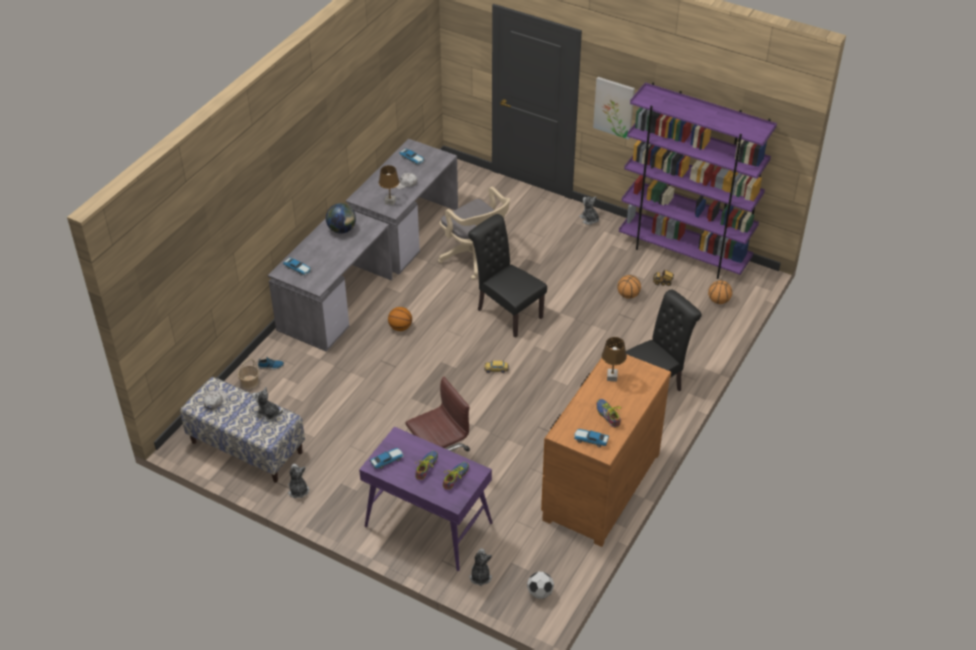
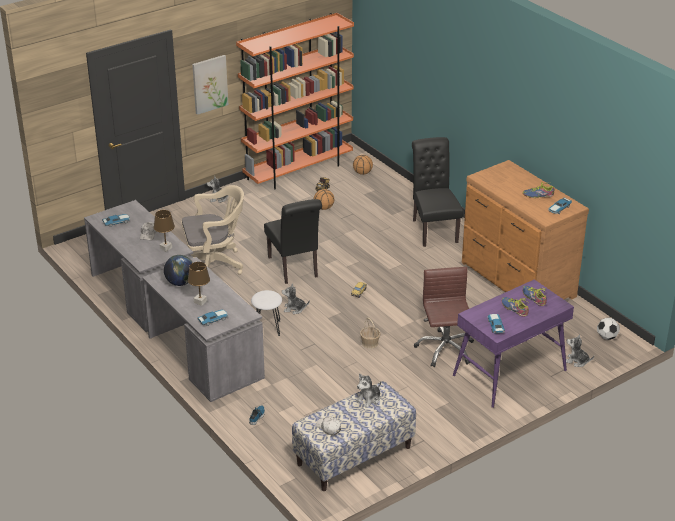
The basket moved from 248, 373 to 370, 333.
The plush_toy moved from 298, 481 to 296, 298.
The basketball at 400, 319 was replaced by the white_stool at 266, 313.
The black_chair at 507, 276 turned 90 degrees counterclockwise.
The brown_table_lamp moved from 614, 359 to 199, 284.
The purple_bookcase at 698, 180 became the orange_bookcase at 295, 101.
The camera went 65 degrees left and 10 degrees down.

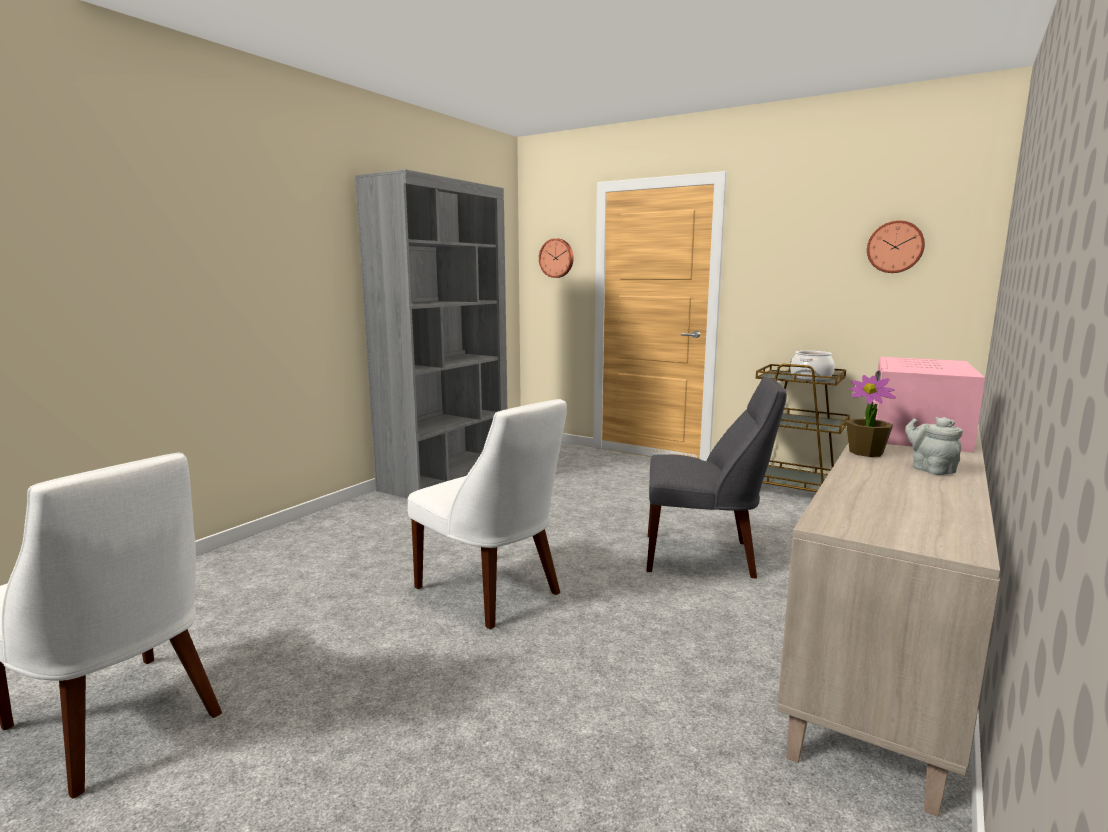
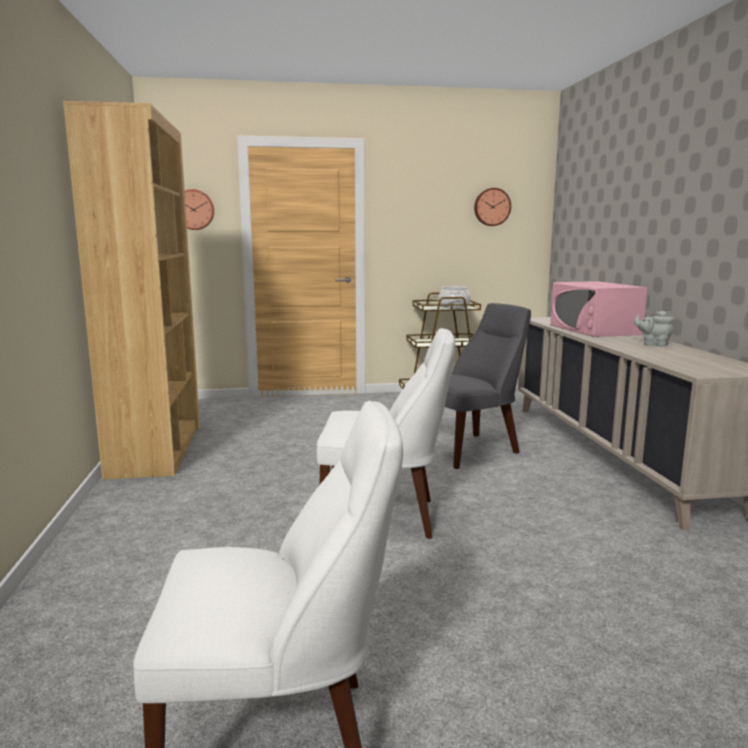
The grey_bookcase at 431, 334 became the brown_bookcase at 131, 290.
The potted_plant at 871, 416 disappeared.
The camera went 40 degrees left and 0 degrees up.

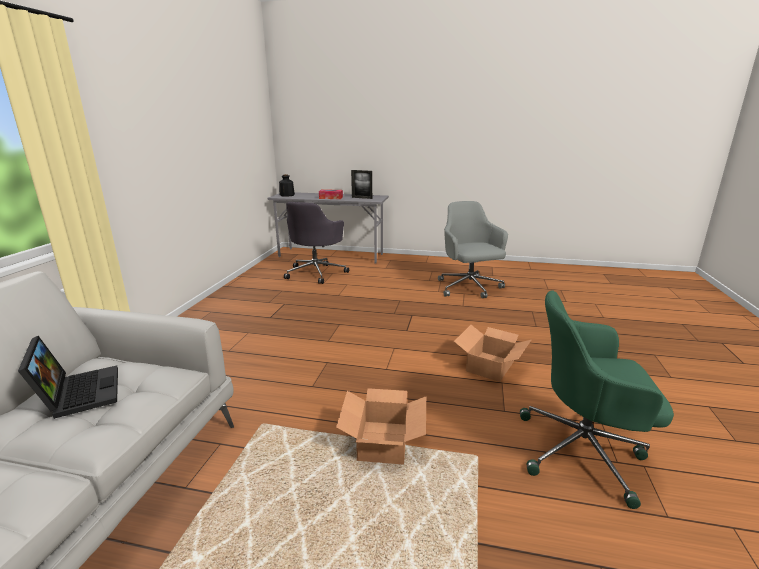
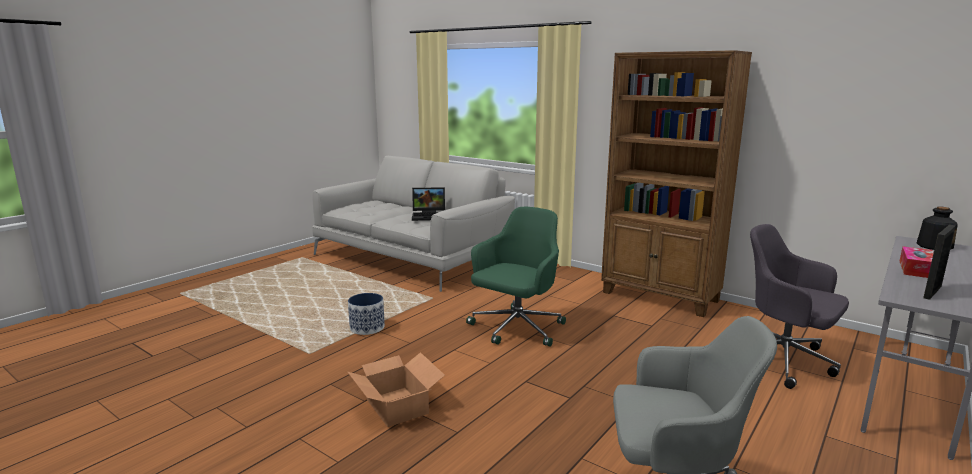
The cardboard_box at 381, 426 was replaced by the planter at 366, 314.
The green_office_chair moved from 597, 399 to 516, 277.
The brown_bookcase at 676, 183 appeared.
The camera went 115 degrees right and 5 degrees down.

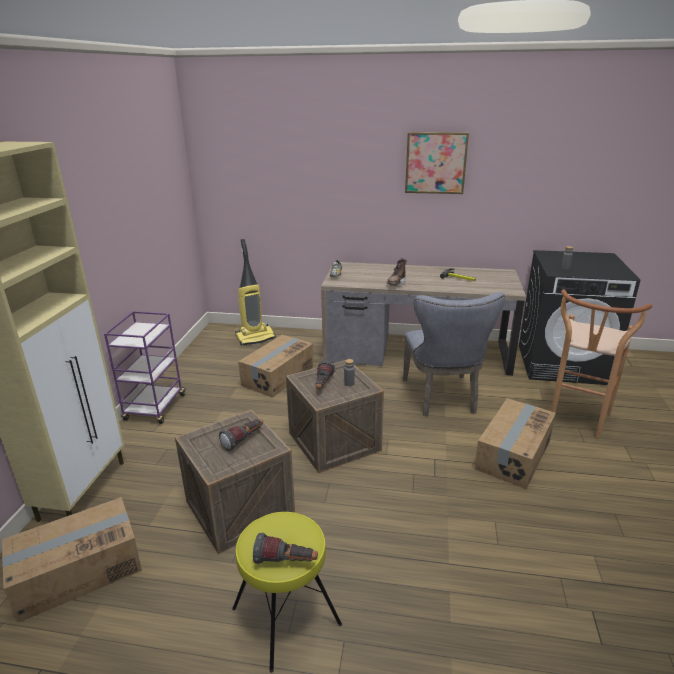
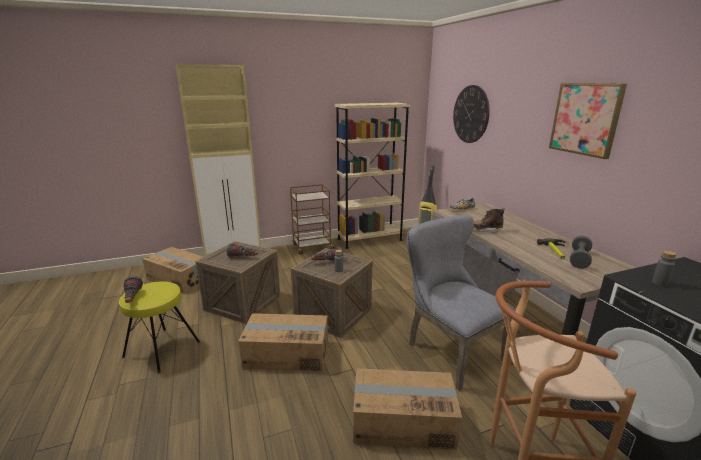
The purple_cart at 145, 367 became the brown_cart at 313, 219.
The cardboard_box moved from 276, 366 to 283, 342.
The grey_chair at 454, 354 turned 90 degrees clockwise.
The beige_bookcase at 373, 176 appeared.
The wall_clock at 471, 114 appeared.
The grey_dumbbell at 581, 252 appeared.
The camera went 60 degrees right and 5 degrees down.

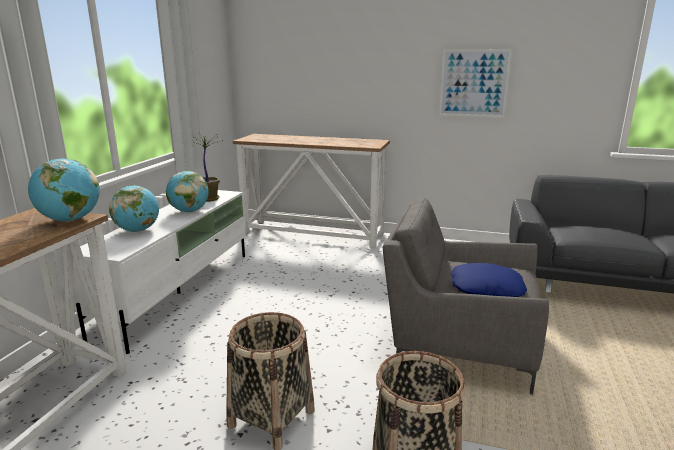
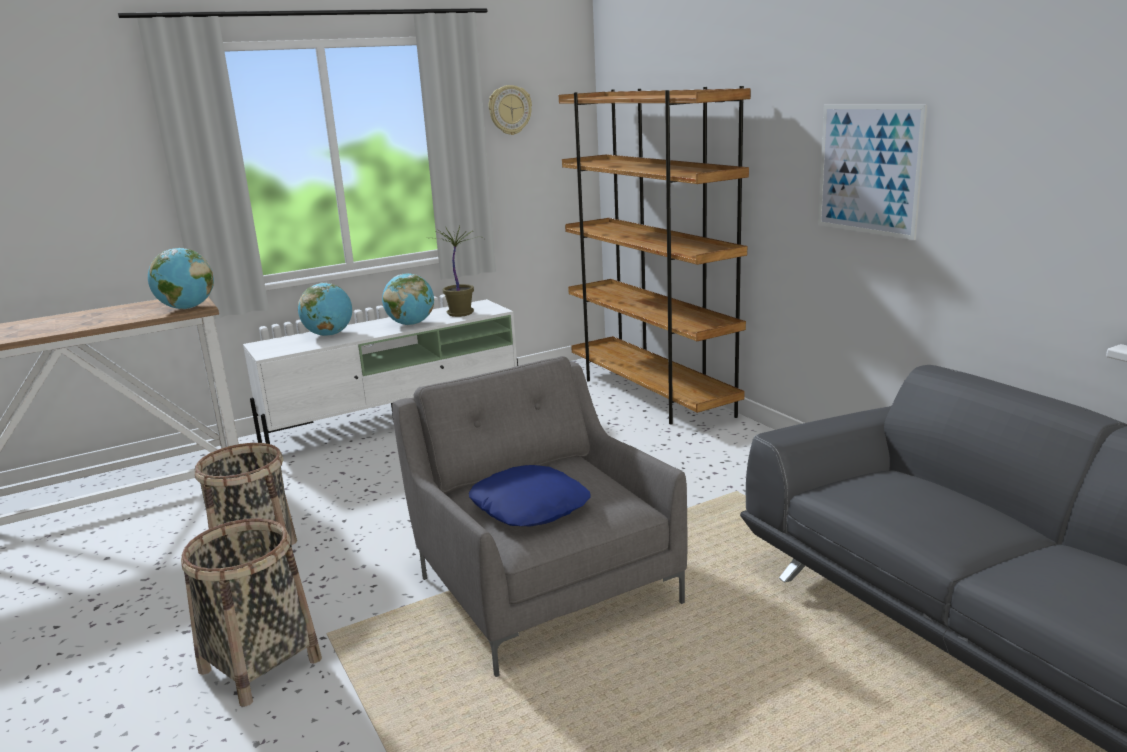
The console_table at 311, 191 was replaced by the brown_bookcase at 655, 255.
The wall_clock at 510, 110 appeared.
The camera went 45 degrees right and 0 degrees up.

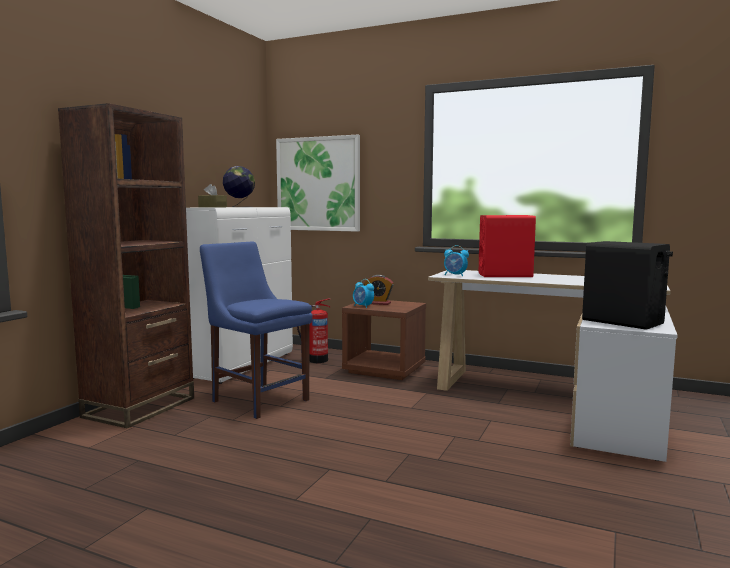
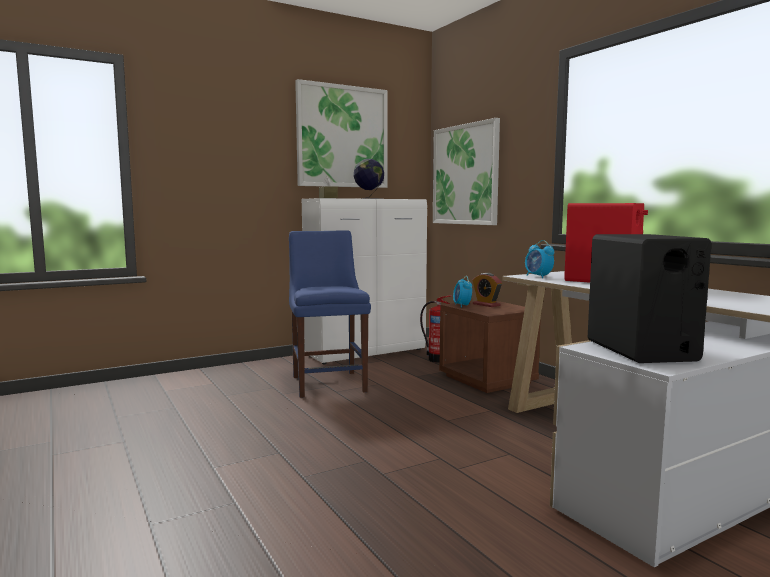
The brown_bookcase at 126, 265 disappeared.
The picture at 341, 133 appeared.
The camera went 35 degrees right and 0 degrees up.

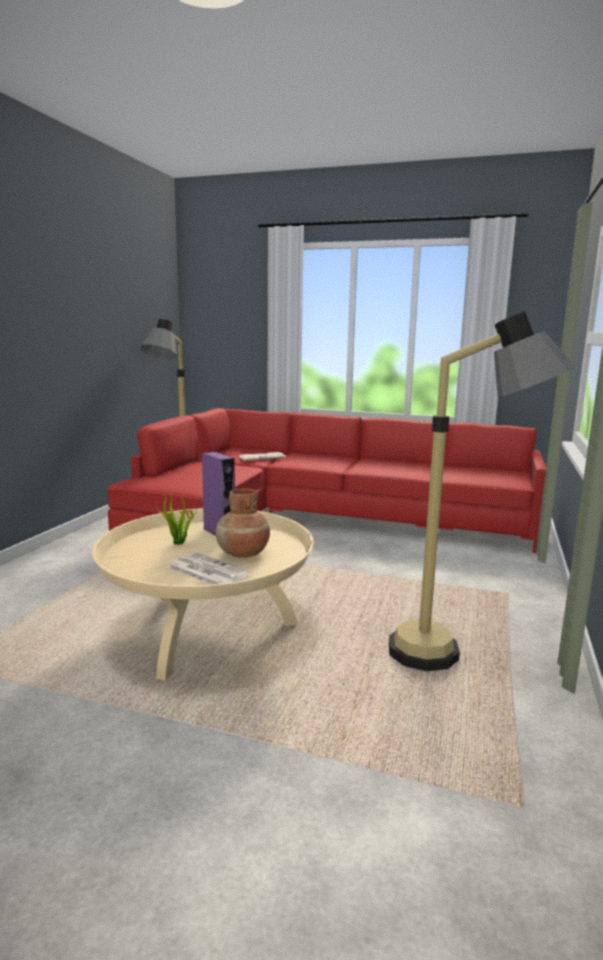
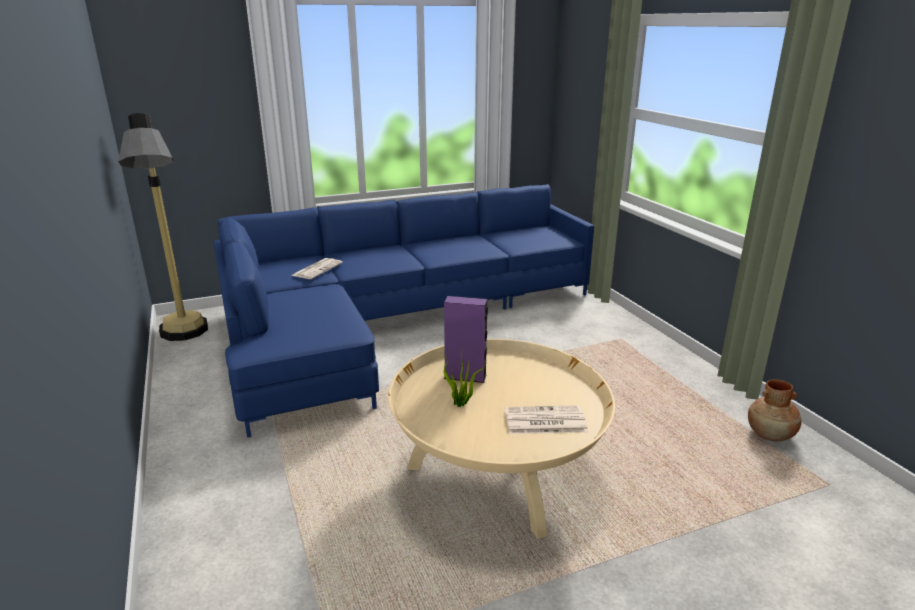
The red_sofa at 326, 480 became the blue_sofa at 403, 311.
The brown_vase moved from 243, 523 to 774, 410.
The floor_lamp at 482, 491 disappeared.
The camera went 40 degrees left and 10 degrees up.

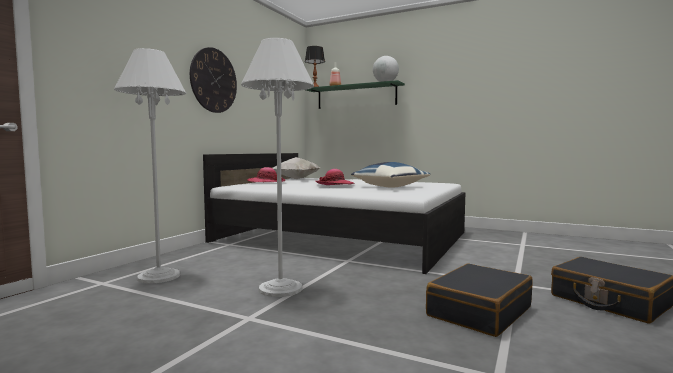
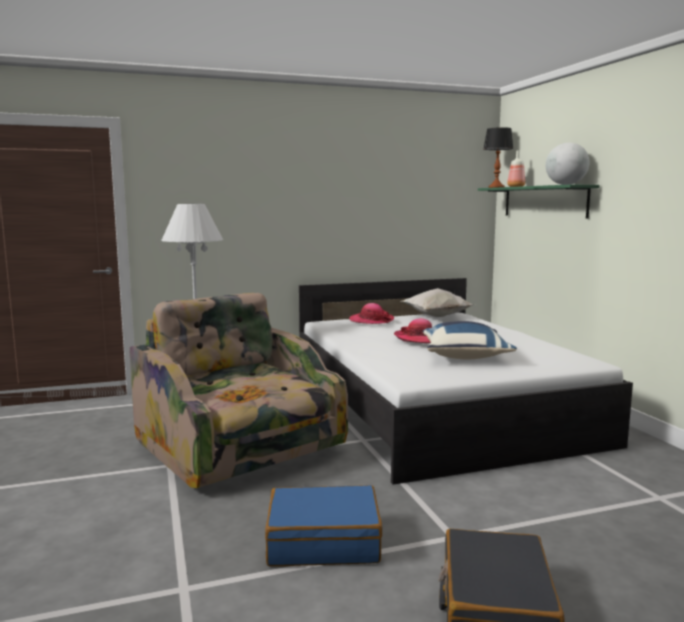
The wall_clock at 213, 80 disappeared.
The white_floor_lamp at 277, 167 was replaced by the armchair at 239, 390.
The black_suitcase at 479, 300 became the blue_suitcase at 323, 525.
The camera went 45 degrees right and 5 degrees up.

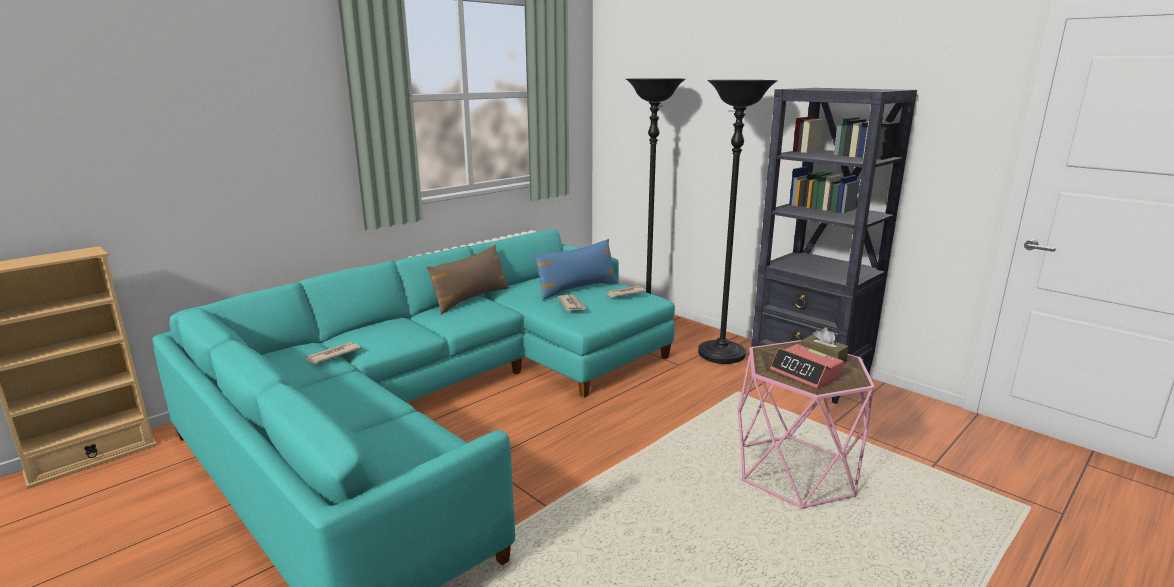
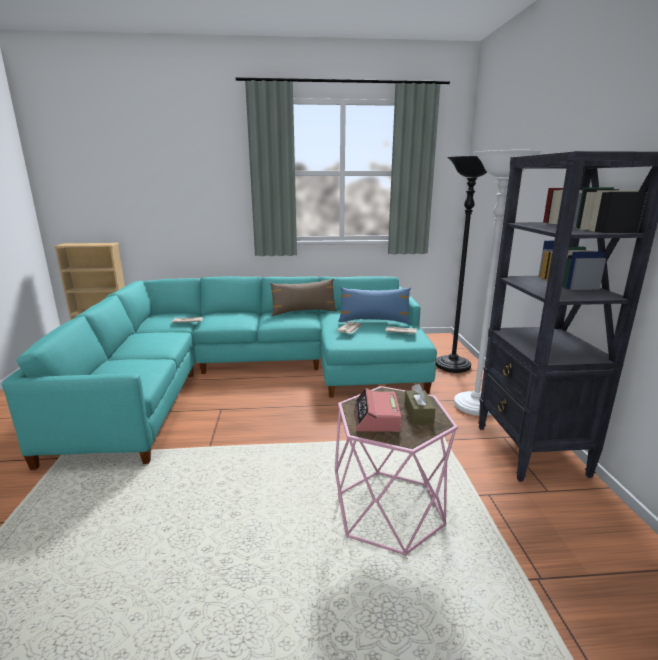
The black_floor_lamp at 738, 222 became the white_floor_lamp at 498, 283.
The camera went 40 degrees right and 0 degrees up.

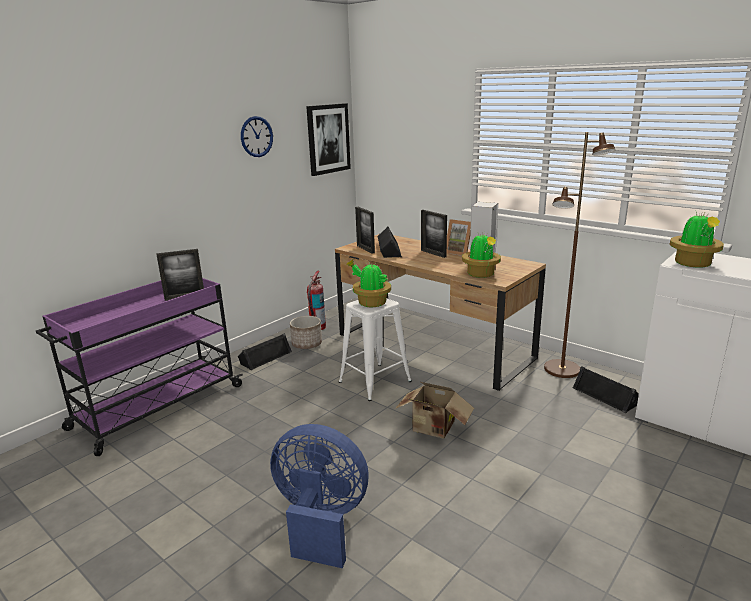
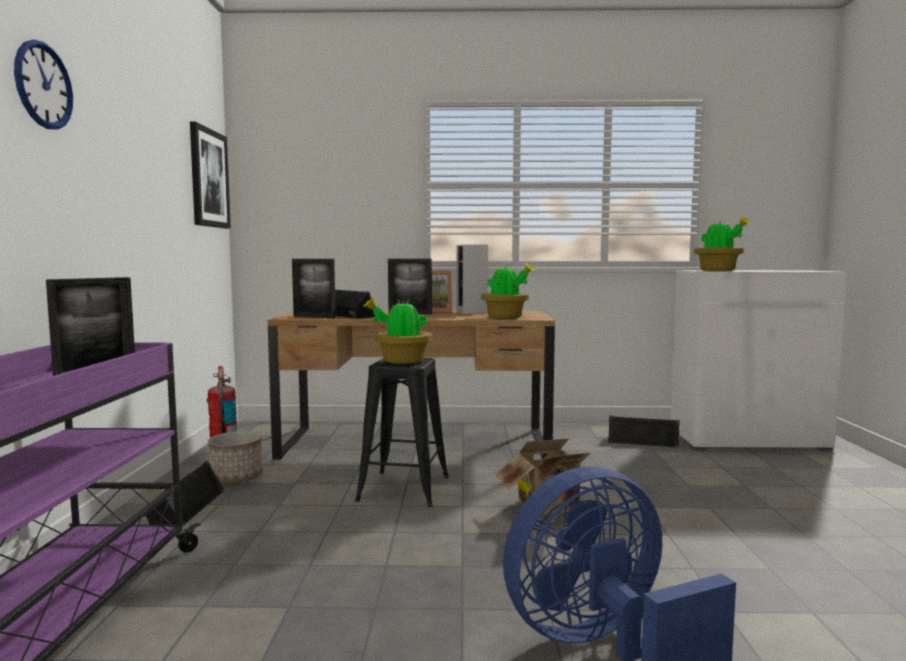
The wall_clock moved from 257, 136 to 43, 85.
The white_stool at 375, 349 became the black_stool at 402, 432.
The brown_floor_lamp at 580, 255 disappeared.
The camera went 40 degrees left and 15 degrees down.

